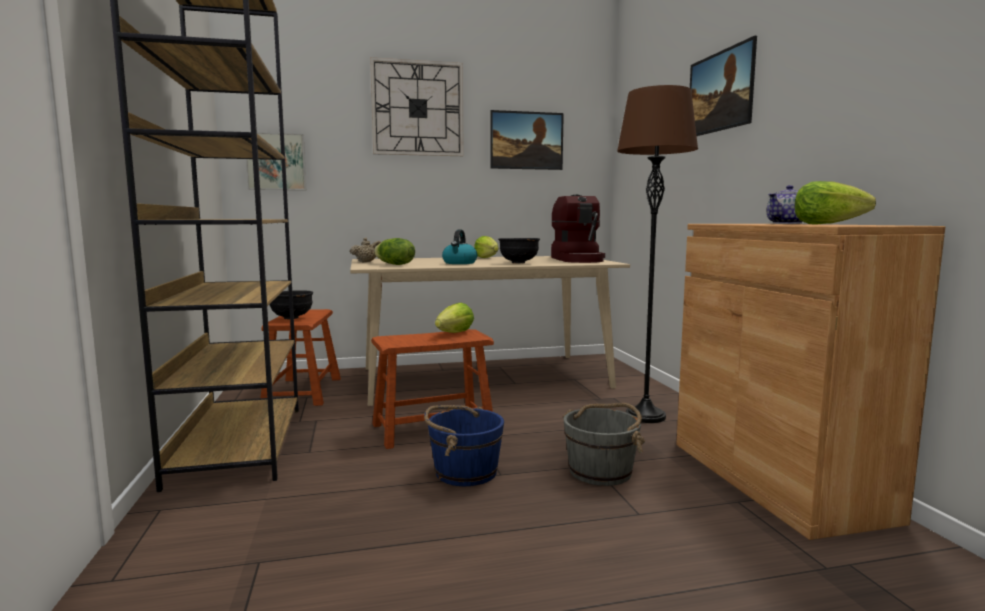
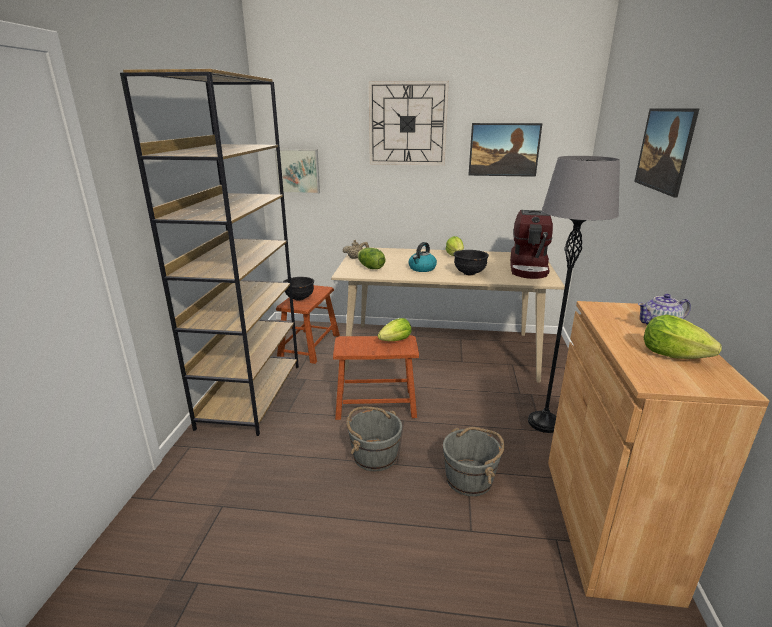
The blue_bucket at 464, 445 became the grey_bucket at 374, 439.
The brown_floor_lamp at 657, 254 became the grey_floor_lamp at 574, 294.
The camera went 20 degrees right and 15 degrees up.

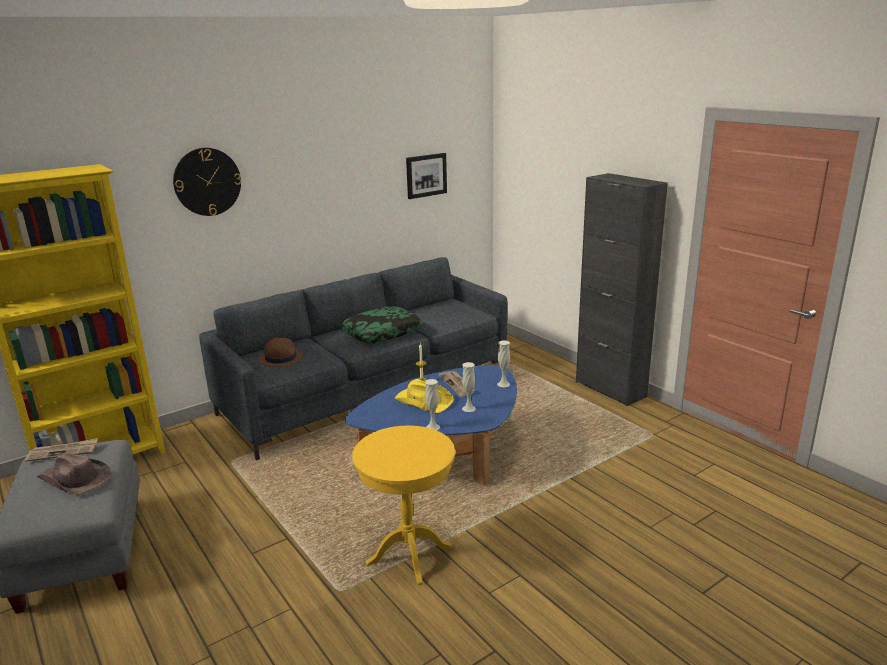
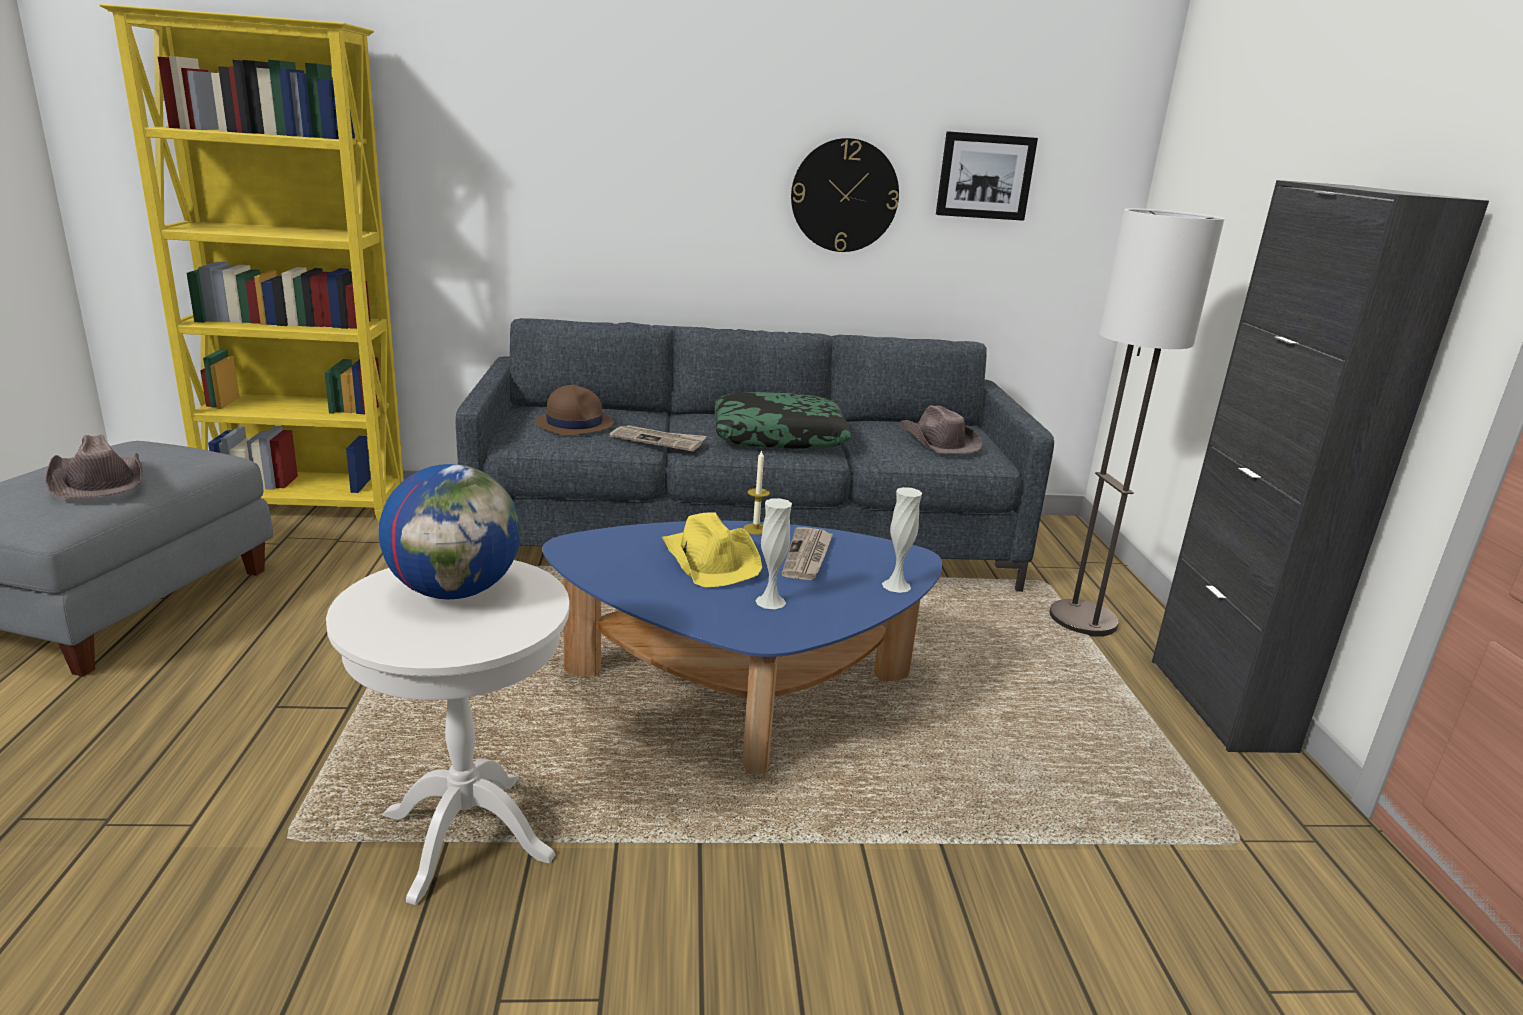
The newspaper moved from 61, 450 to 657, 438.
The wall_clock moved from 207, 182 to 845, 195.
The yellow_side_table at 403, 505 became the white_side_table at 447, 732.
The white_vase at 432, 404 disappeared.
The globe at 449, 531 appeared.
The brown_hat at 941, 429 appeared.
The floor_lamp at 1137, 422 appeared.
The camera went 30 degrees right and 0 degrees up.

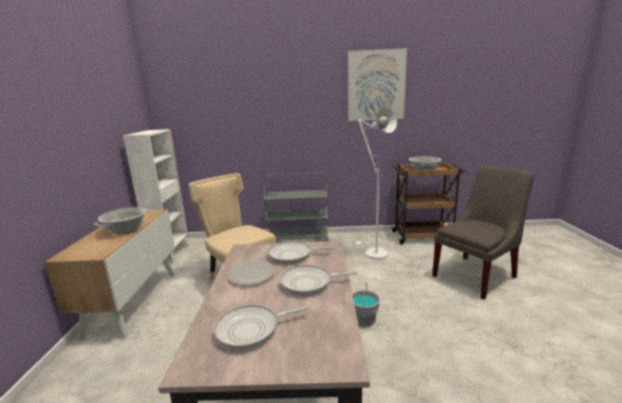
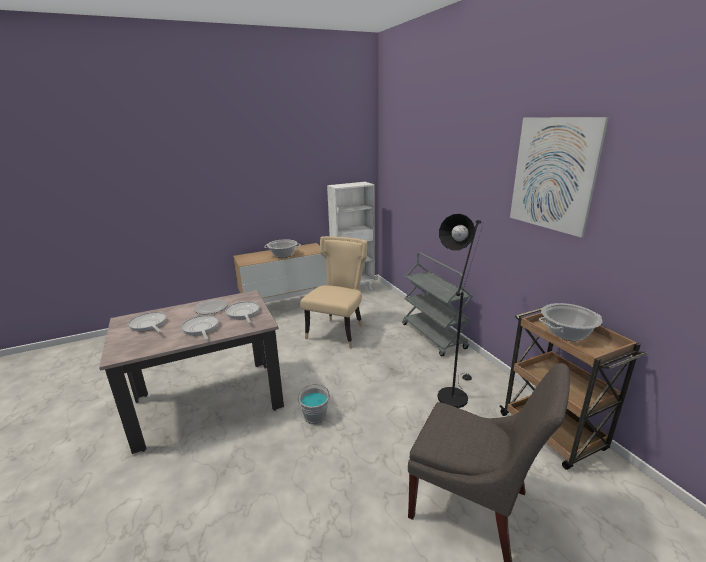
The white_floor_lamp at 376, 183 became the black_floor_lamp at 460, 311.
The camera went 65 degrees right and 5 degrees up.

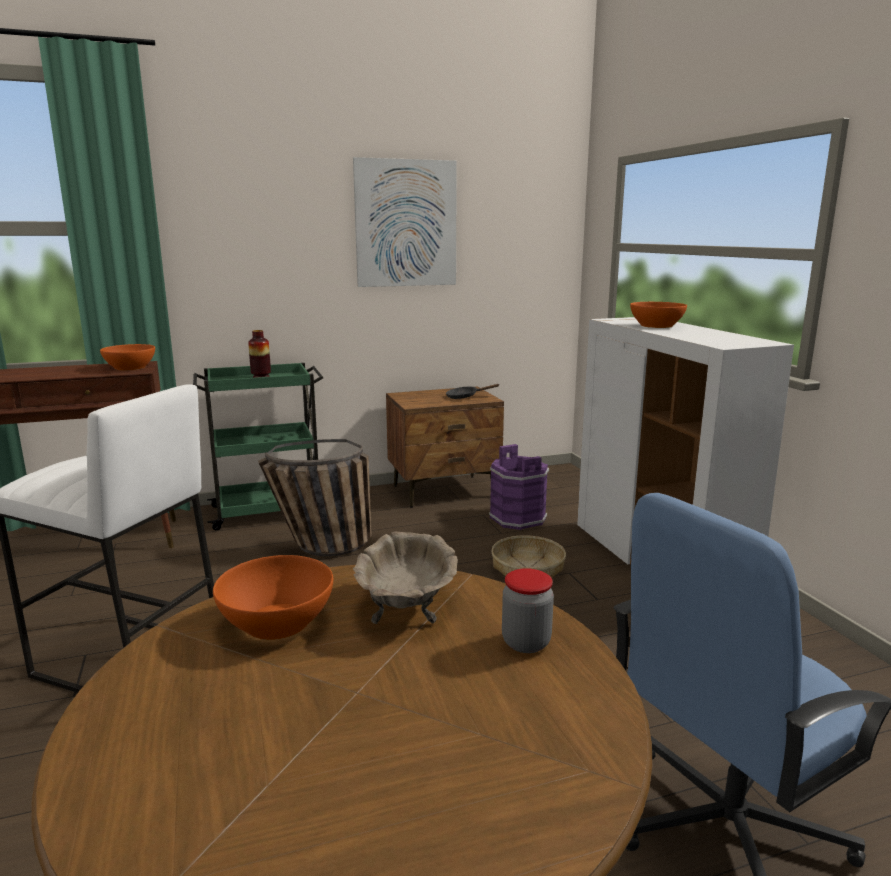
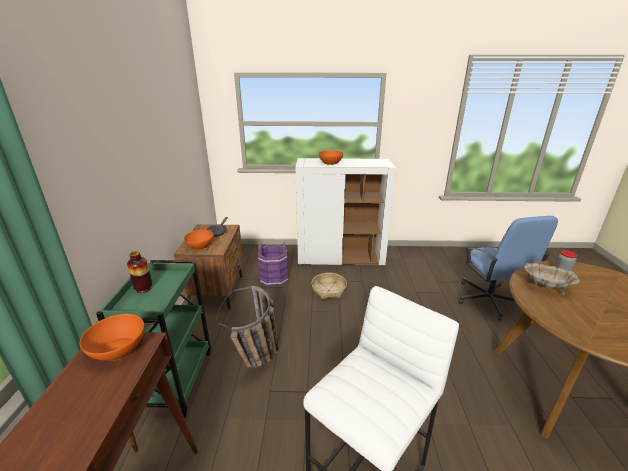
The orange_bowl moved from 273, 597 to 199, 240.
The picture at 405, 222 disappeared.
The camera went 70 degrees left and 10 degrees up.

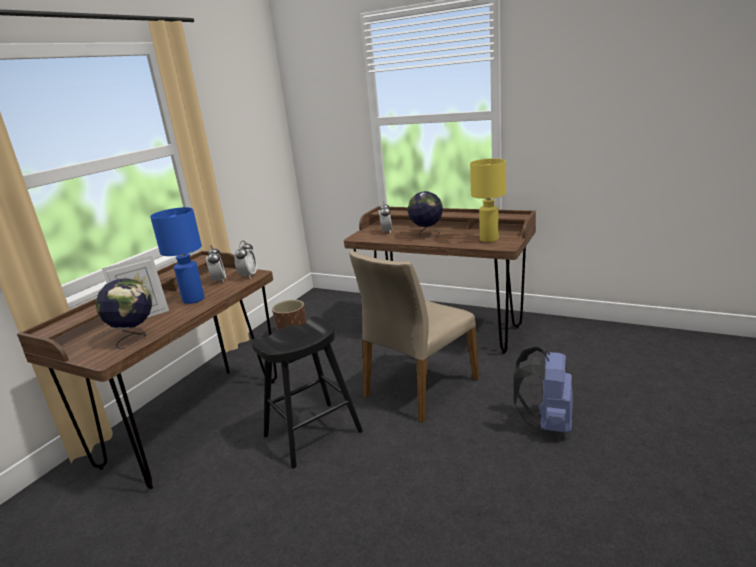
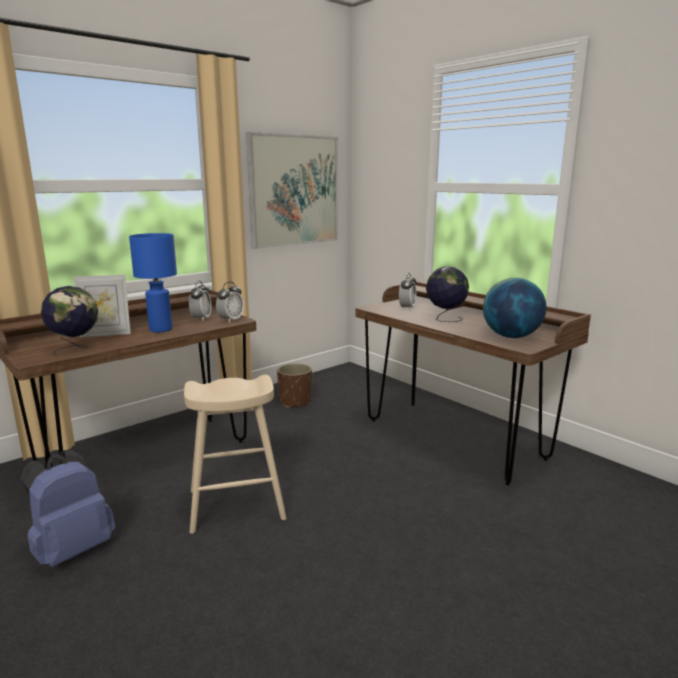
The black_stool at 307, 392 became the beige_stool at 235, 454.
The beige_chair at 414, 336 disappeared.
The yellow_table_lamp at 488, 200 was replaced by the globe at 515, 308.
The blue_backpack moved from 543, 389 to 67, 508.
The picture at 292, 190 appeared.
The camera went 20 degrees right and 5 degrees down.

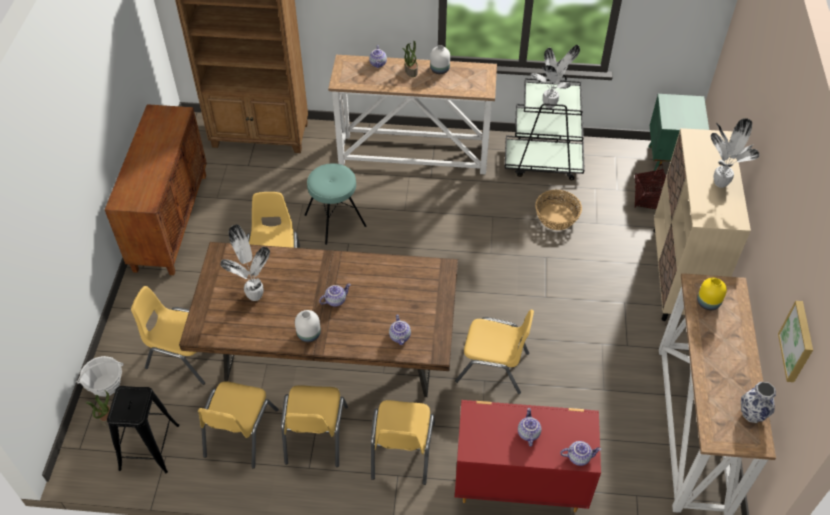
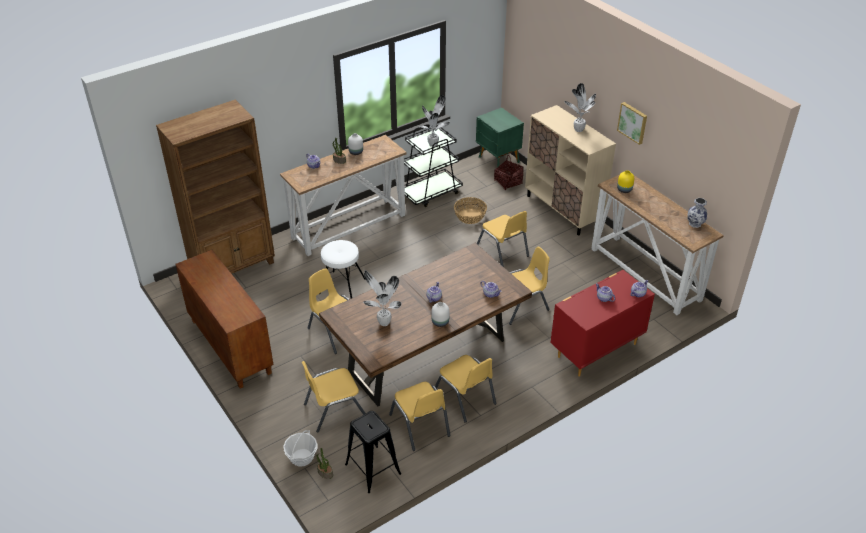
The turquoise_stool at 335, 204 became the white_stool at 343, 269.
The yellow_chair moved from 403, 442 to 503, 239.
The picture moved from 795, 341 to 632, 123.
The camera went 40 degrees left and 10 degrees down.

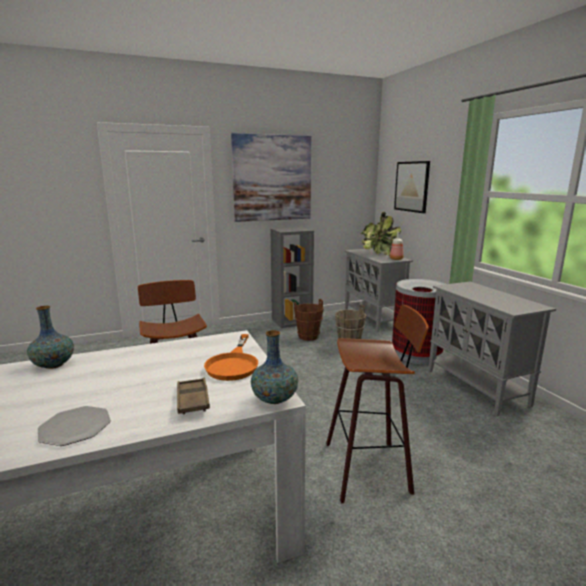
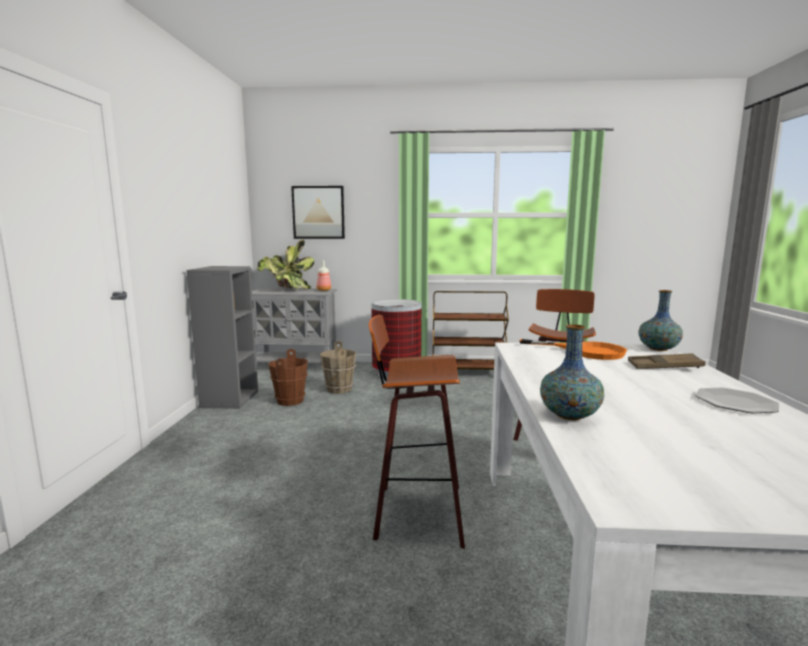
The picture at 271, 177 disappeared.
The grey_cabinet at 492, 349 was replaced by the brown_cart at 471, 330.
The camera went 65 degrees left and 5 degrees down.

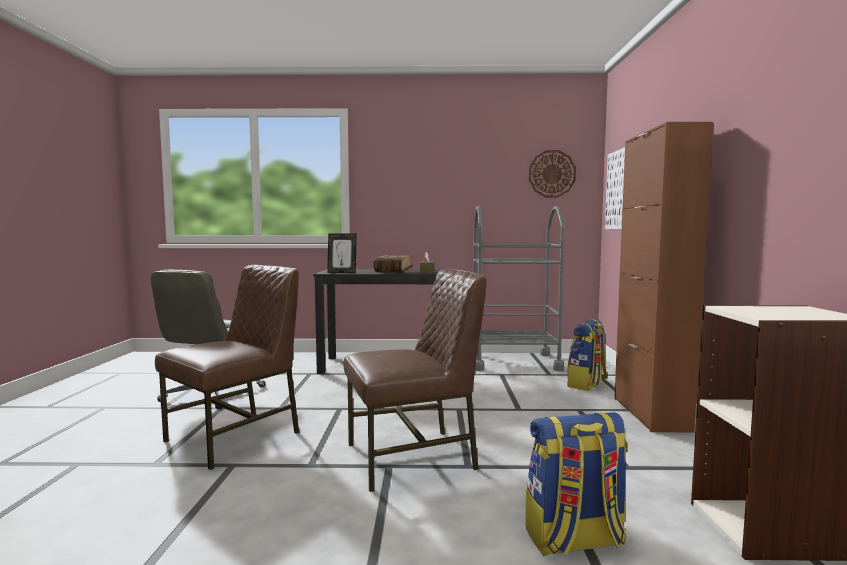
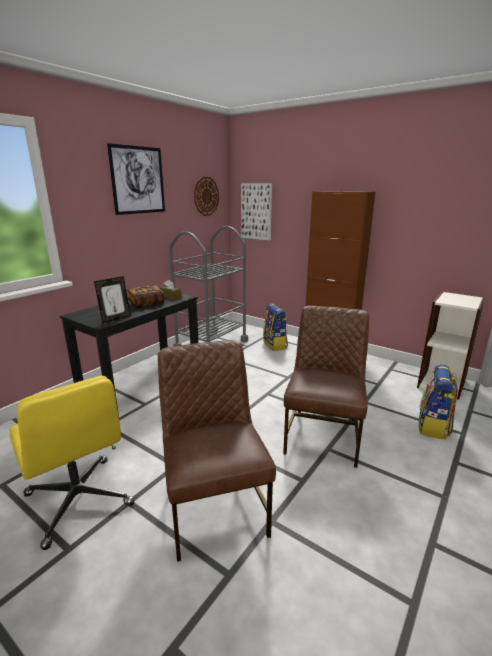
The grey_office_chair at 208, 339 became the yellow_office_chair at 72, 463.
The picture at 136, 179 appeared.
The camera went 55 degrees left and 15 degrees up.

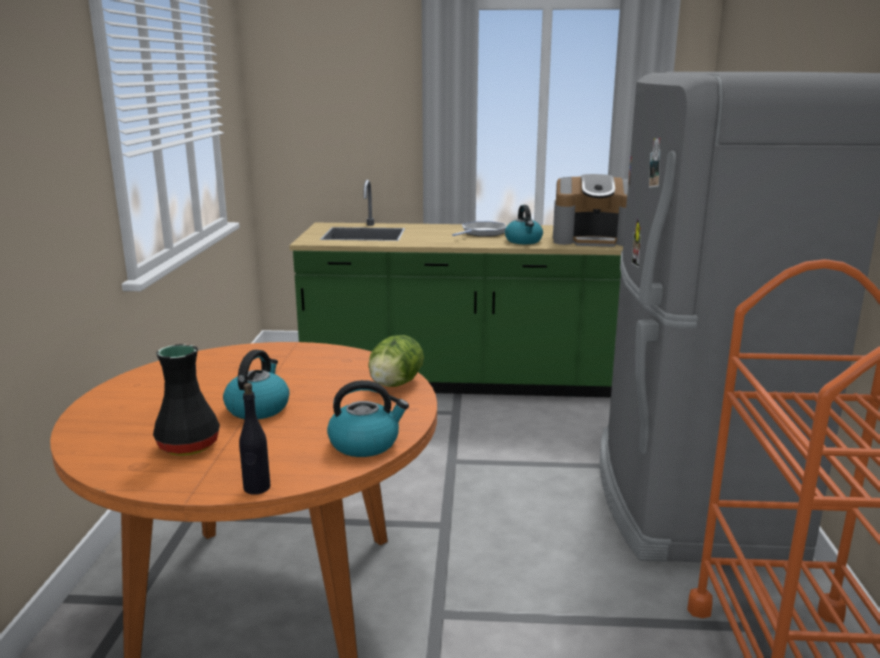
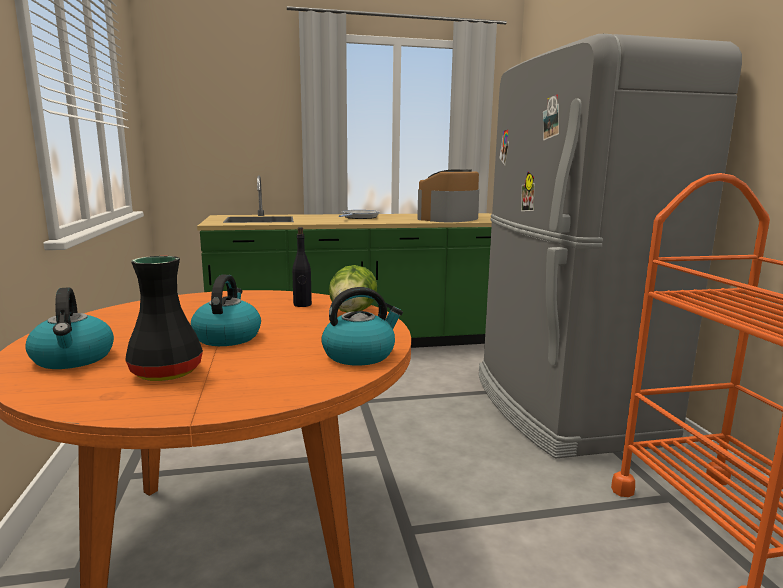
The black_bottle moved from 254, 439 to 302, 267.
The kettle moved from 524, 224 to 69, 328.
The coffee_machine at 590, 210 turned 135 degrees clockwise.
The camera went 15 degrees left and 5 degrees down.

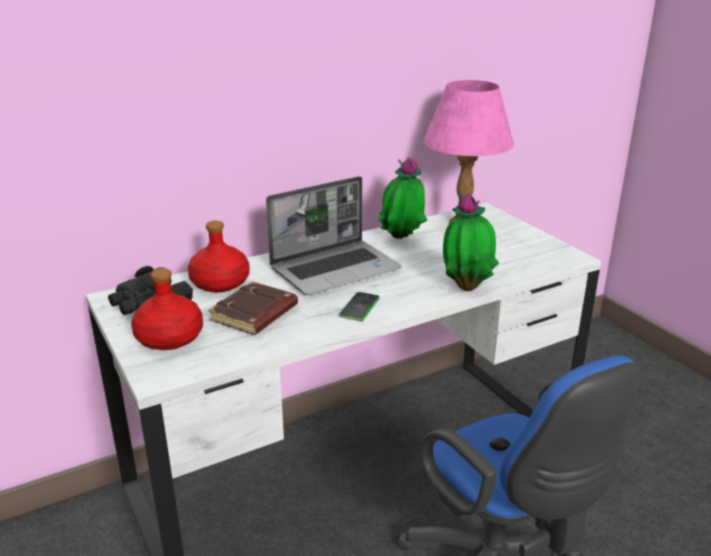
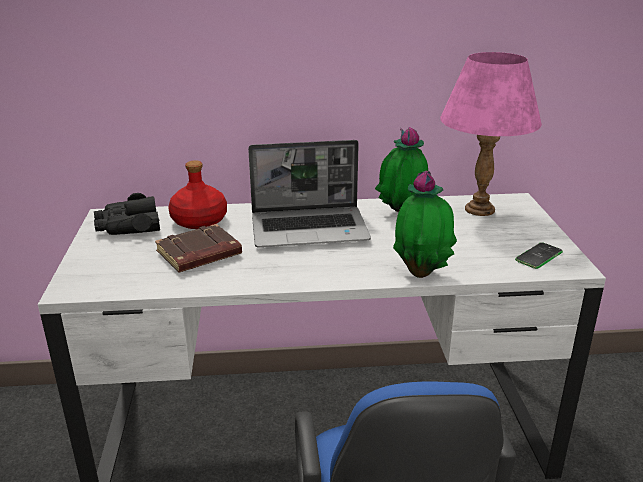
The red_bottle at 167, 309 disappeared.
The phone moved from 359, 306 to 539, 255.
The camera went 25 degrees right and 0 degrees up.

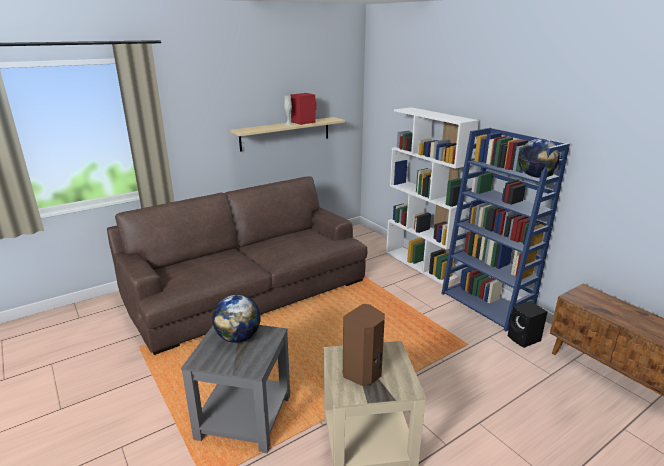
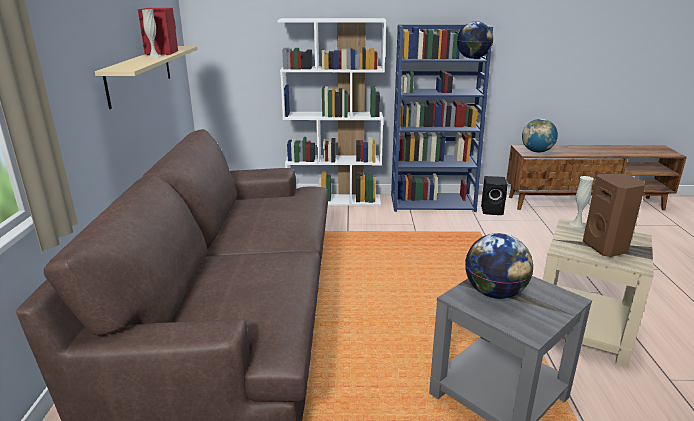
The globe at 540, 136 appeared.
The white_vase at 582, 202 appeared.
The camera went 55 degrees left and 0 degrees up.

